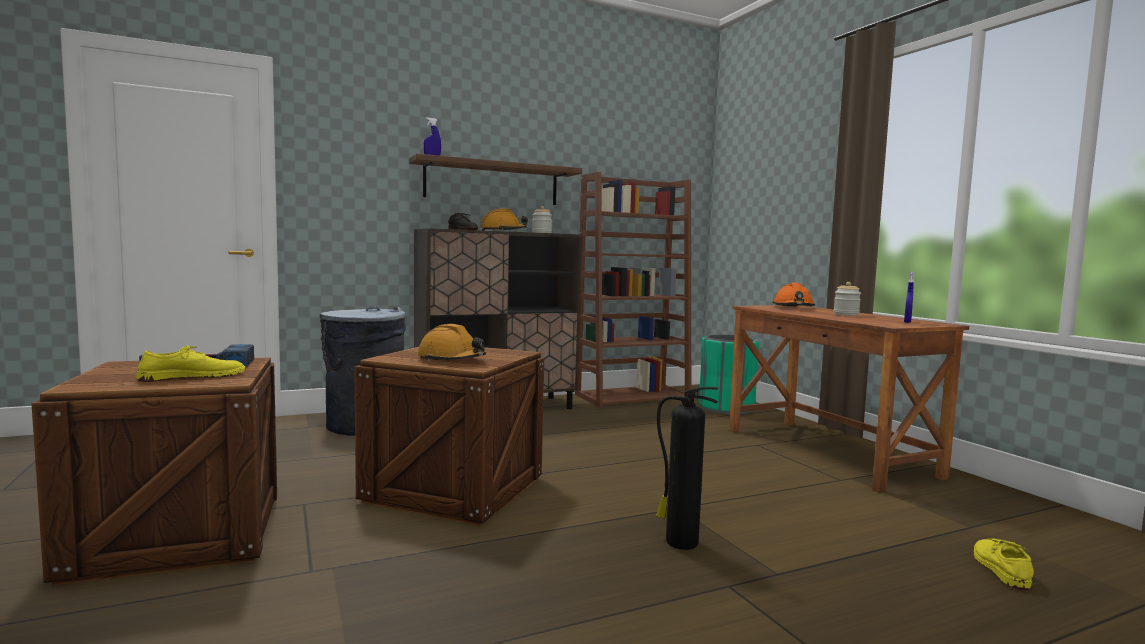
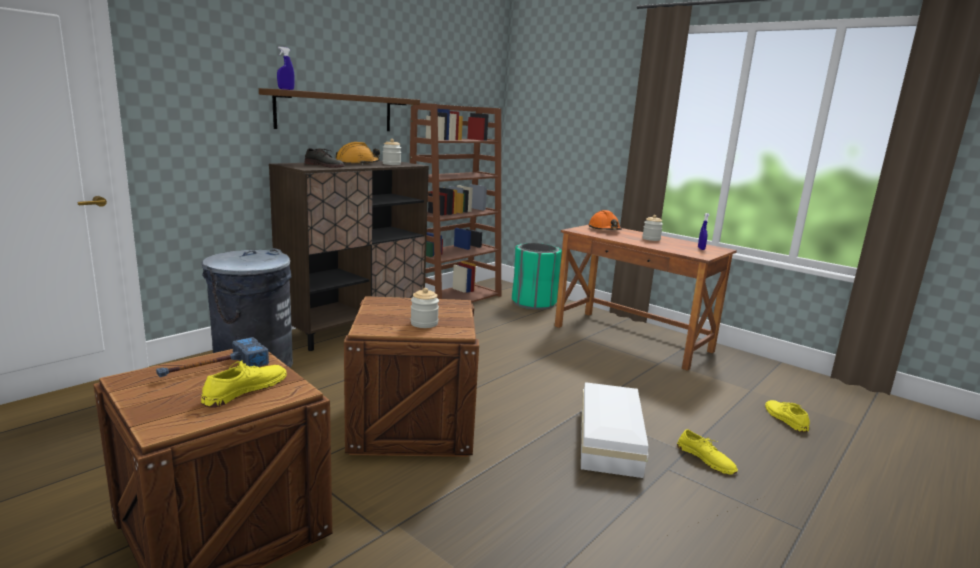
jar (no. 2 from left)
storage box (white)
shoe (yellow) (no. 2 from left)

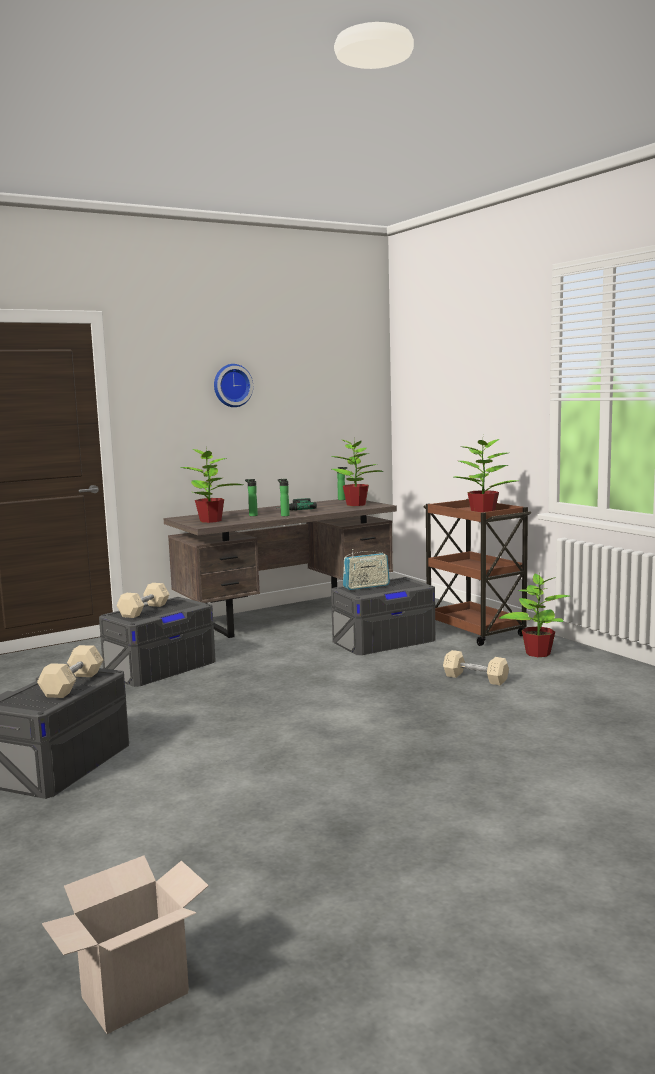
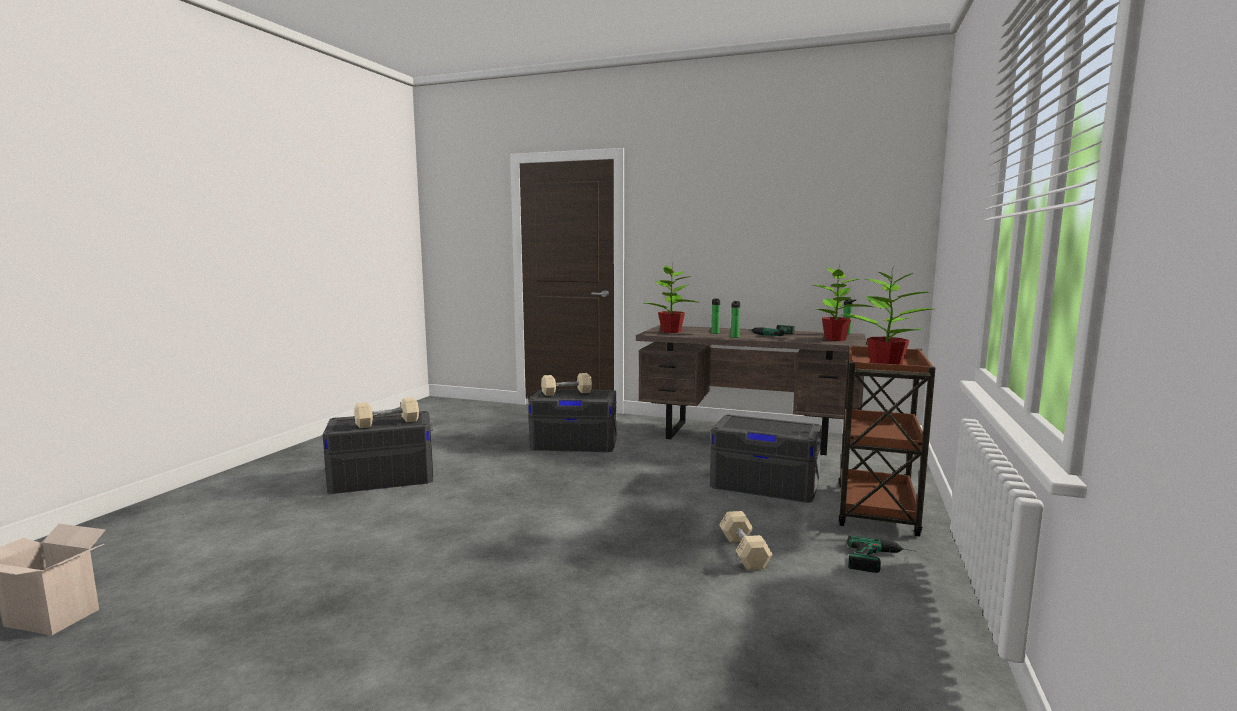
wall clock
radio
power drill (no. 2 from left)

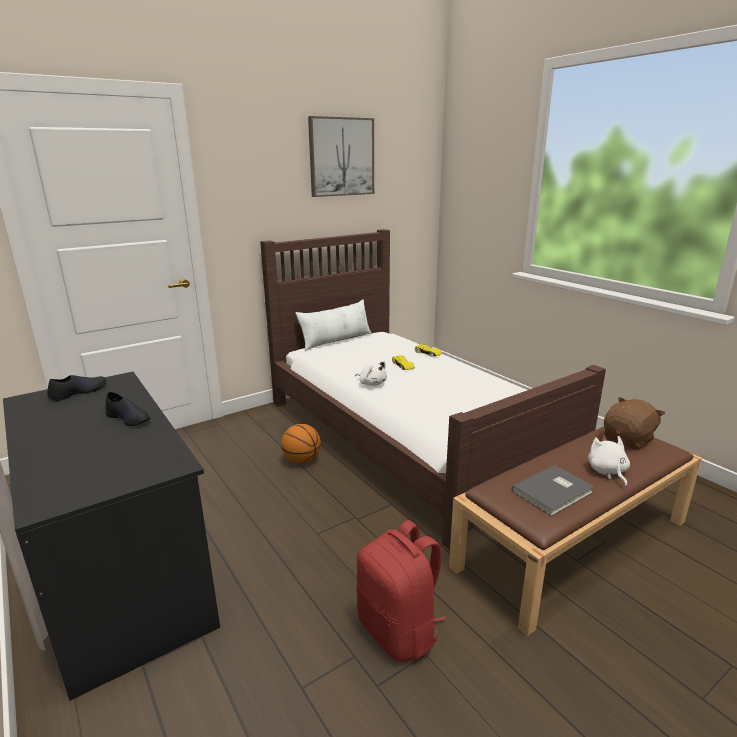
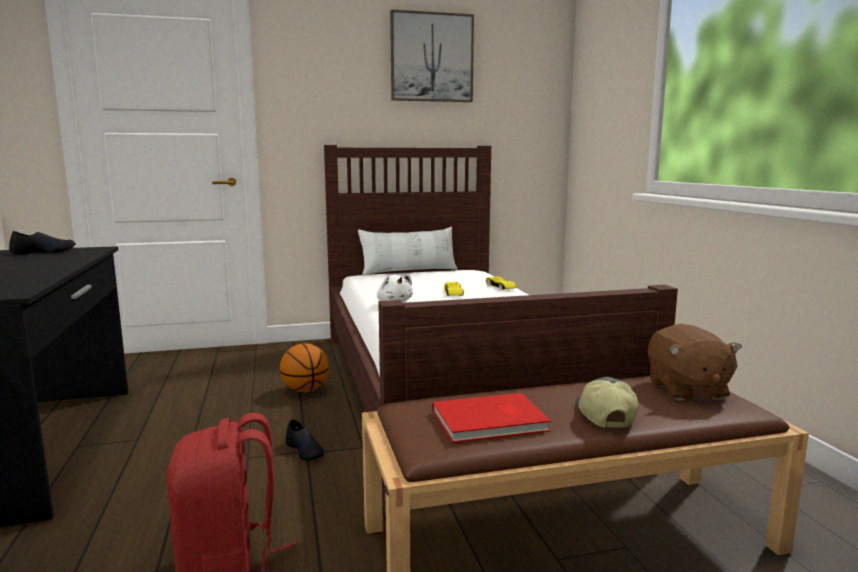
shoe (black) (no. 2 from left)
book (red)
cap
plush toy (brown)

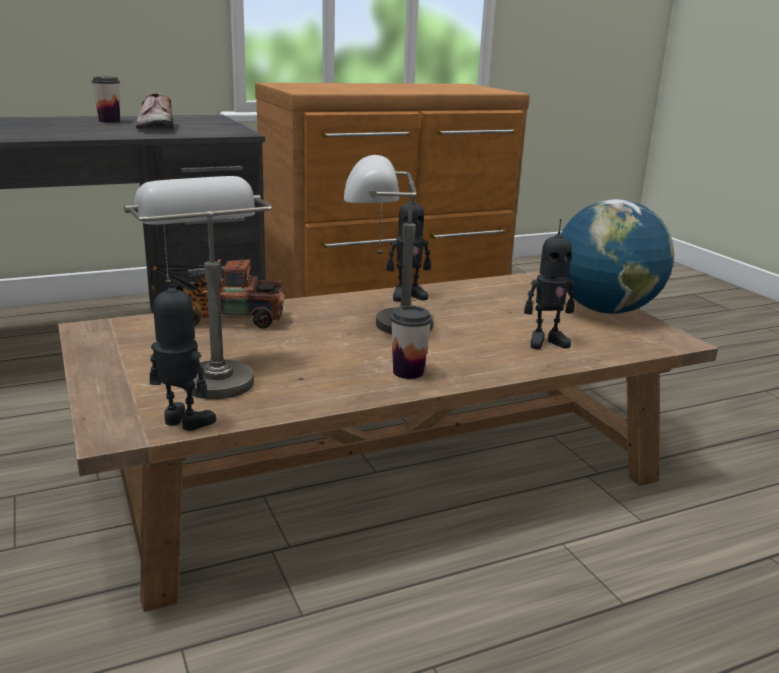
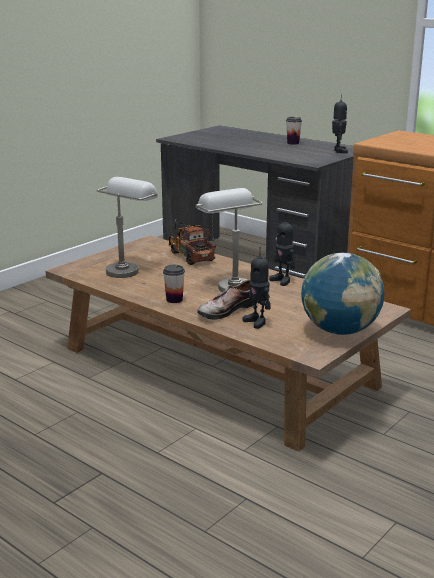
shoe
toy robot (no. 3 from left)

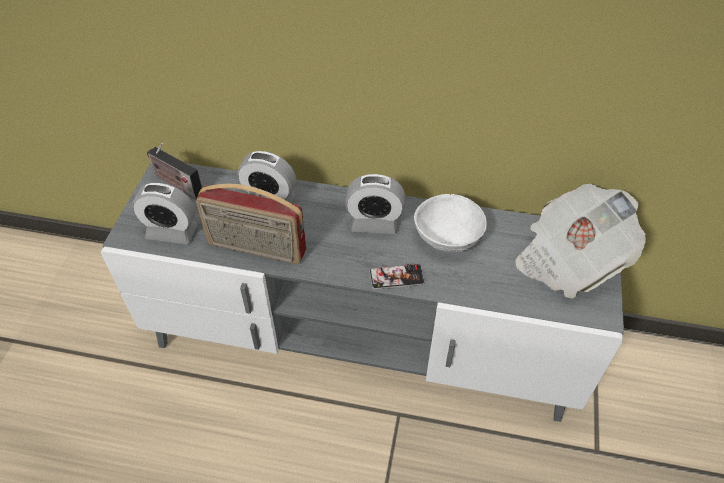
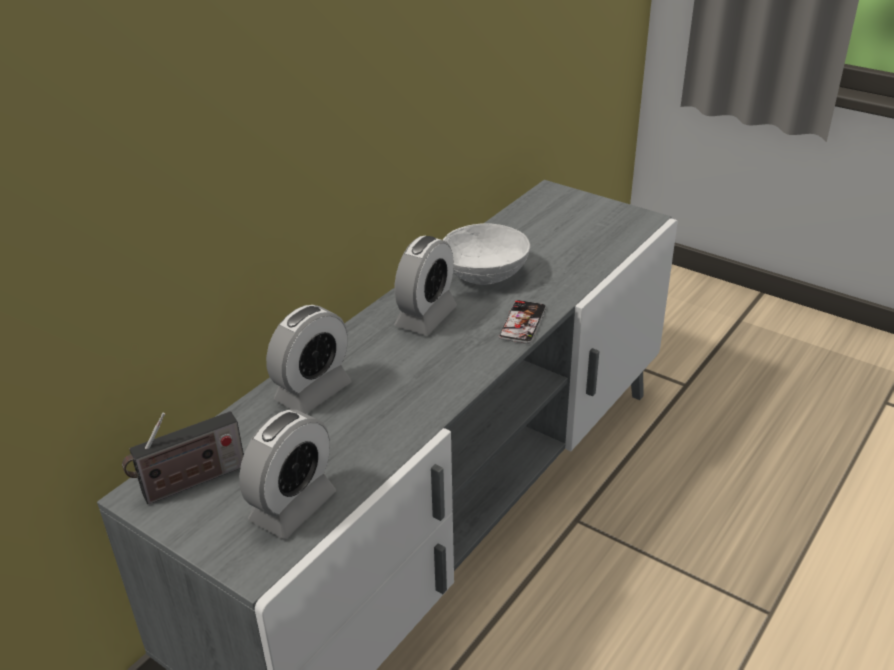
radio (no. 2 from left in the first image)
newspaper

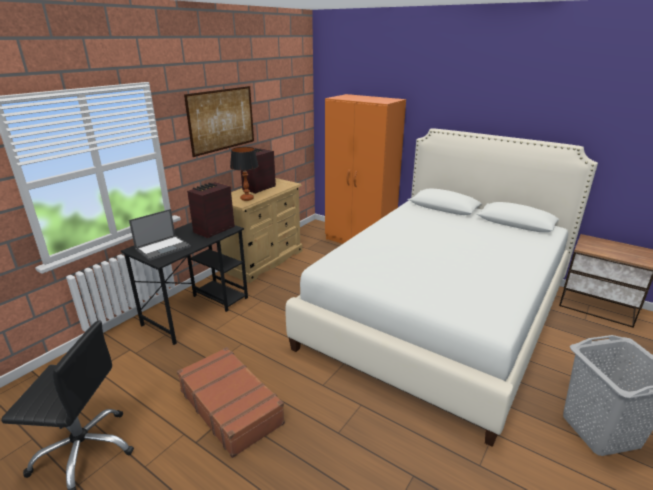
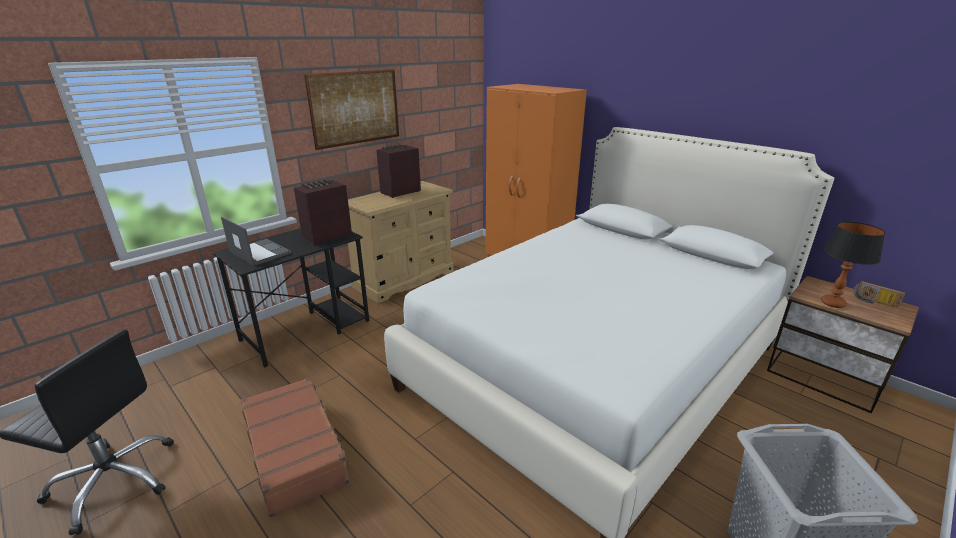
laptop
table lamp
radio (no. 3 from left)

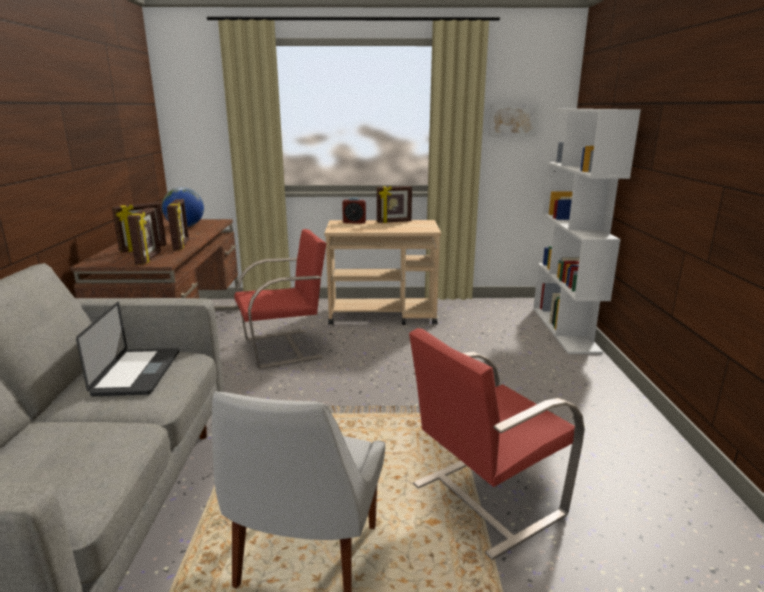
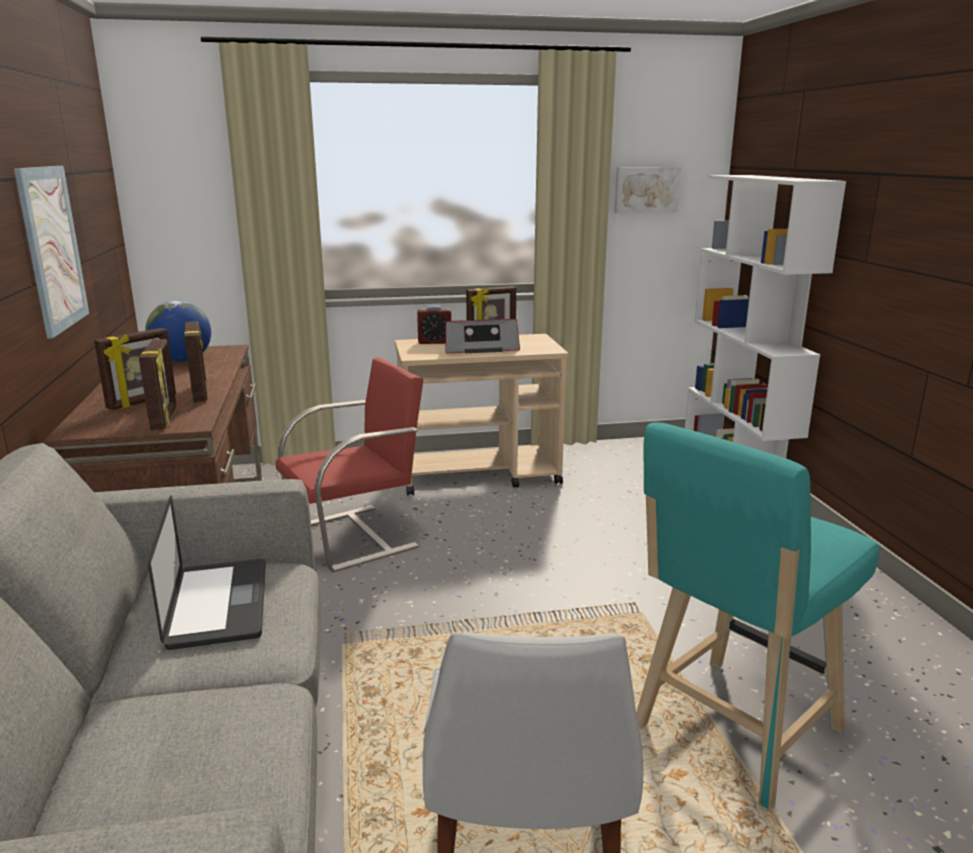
stool (turquoise)
picture (no. 1 from left)
radio

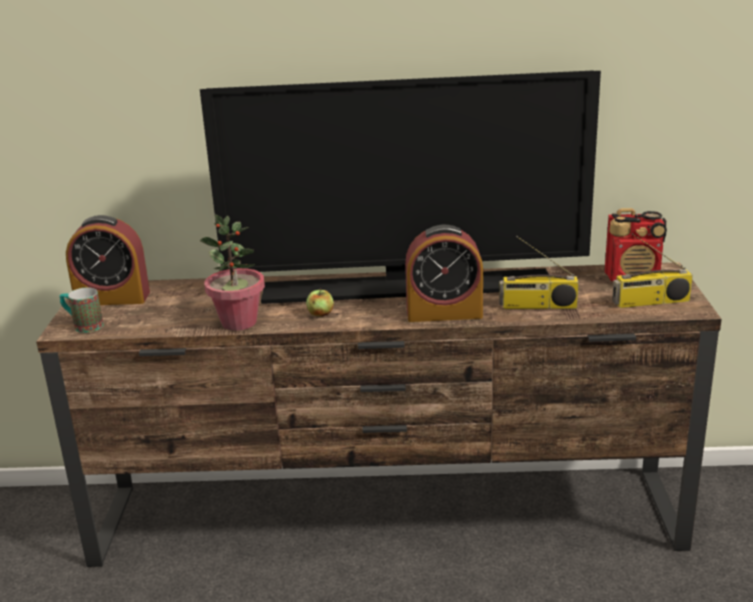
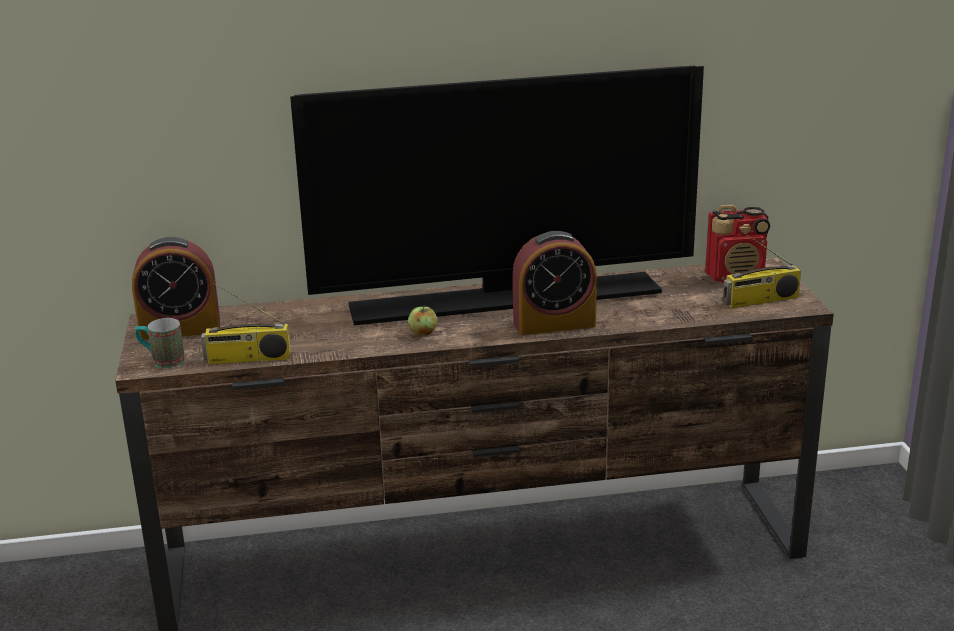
potted plant
radio (no. 1 from left)

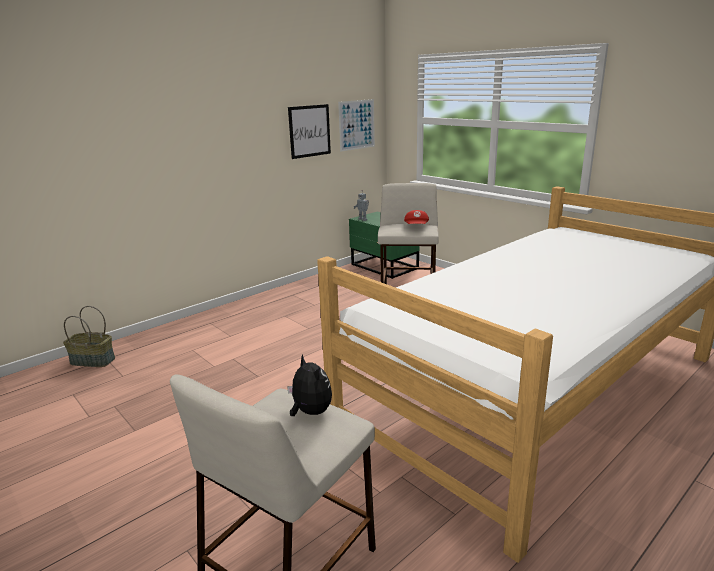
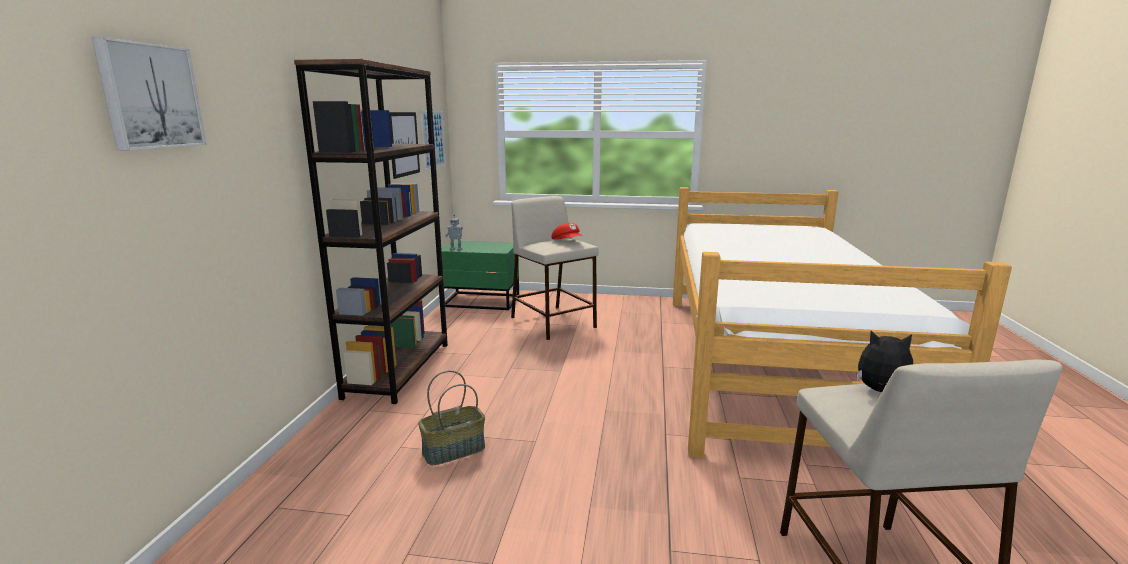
basket
picture (no. 1 from left)
bookcase (brown)

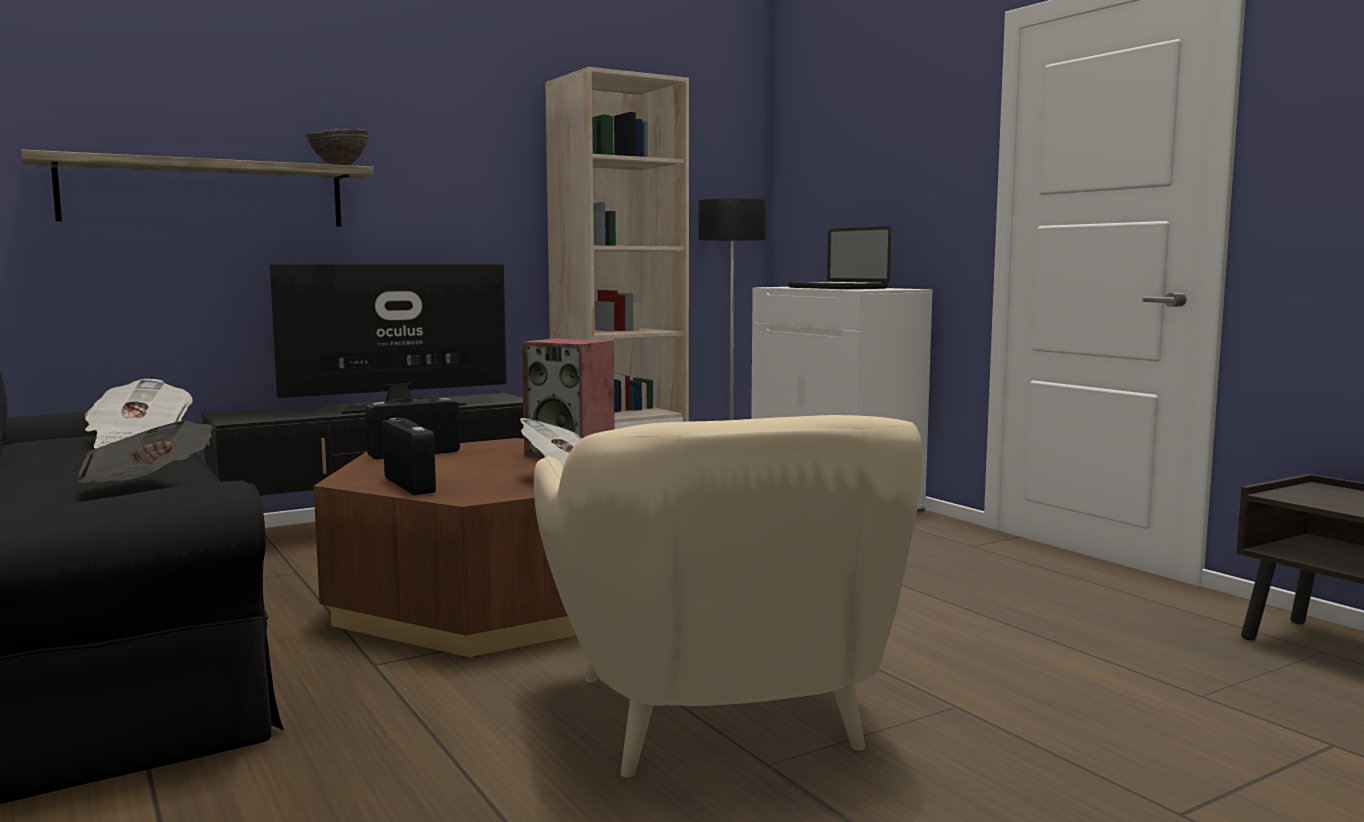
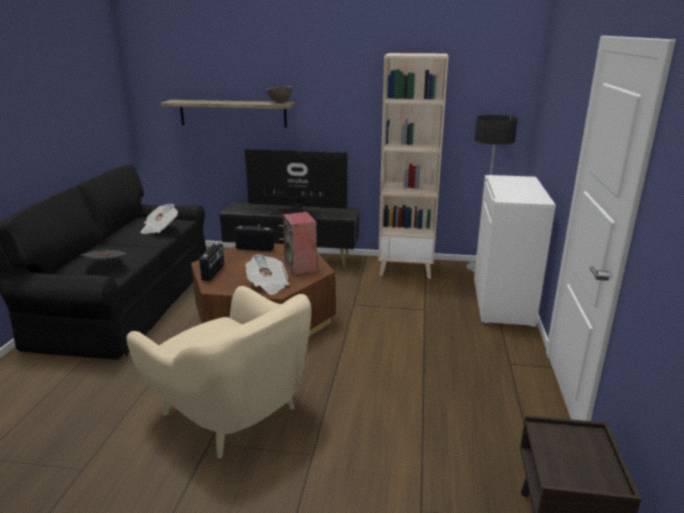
armchair (beige)
laptop

